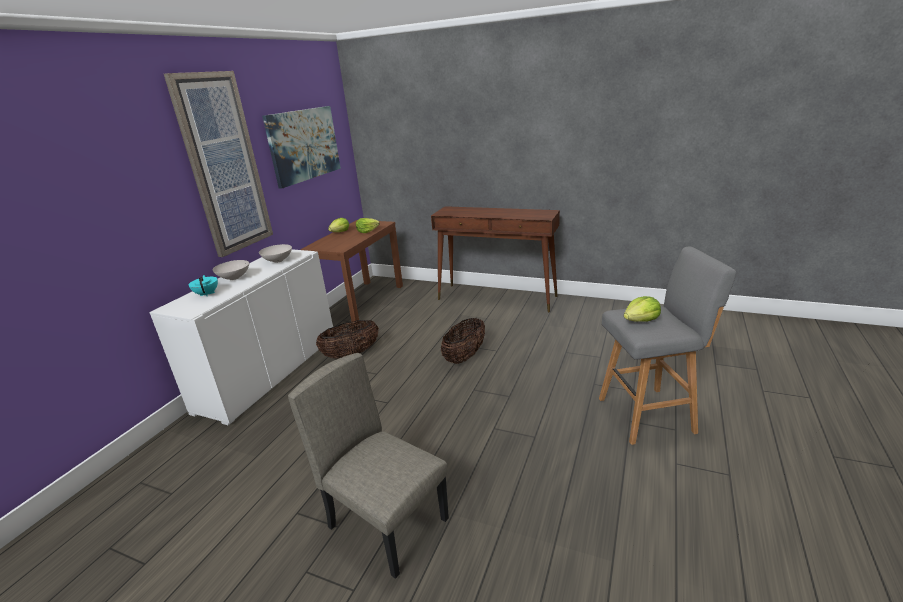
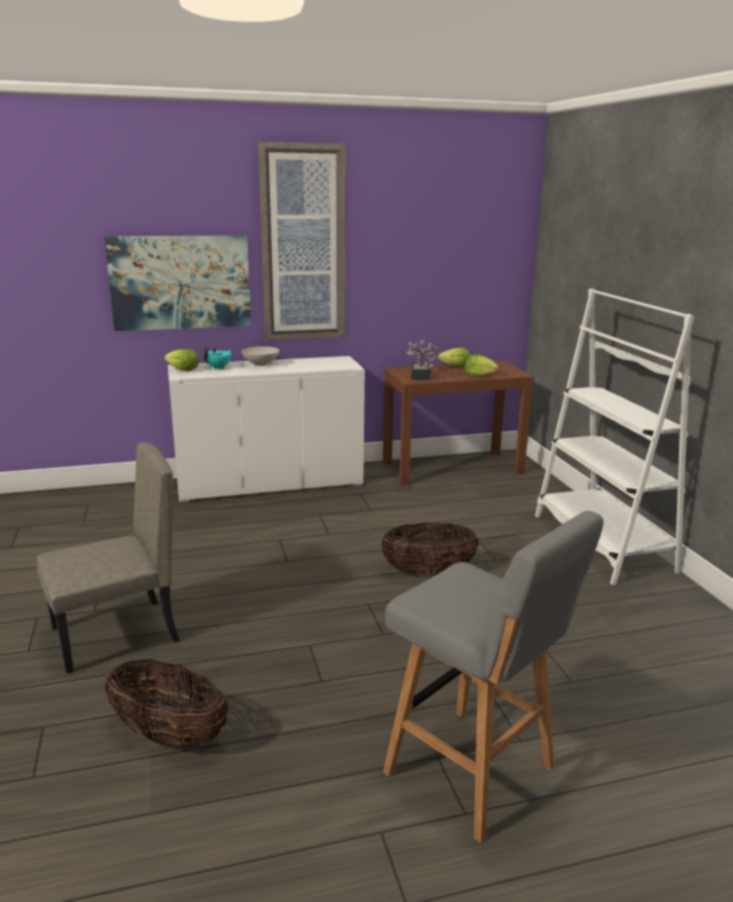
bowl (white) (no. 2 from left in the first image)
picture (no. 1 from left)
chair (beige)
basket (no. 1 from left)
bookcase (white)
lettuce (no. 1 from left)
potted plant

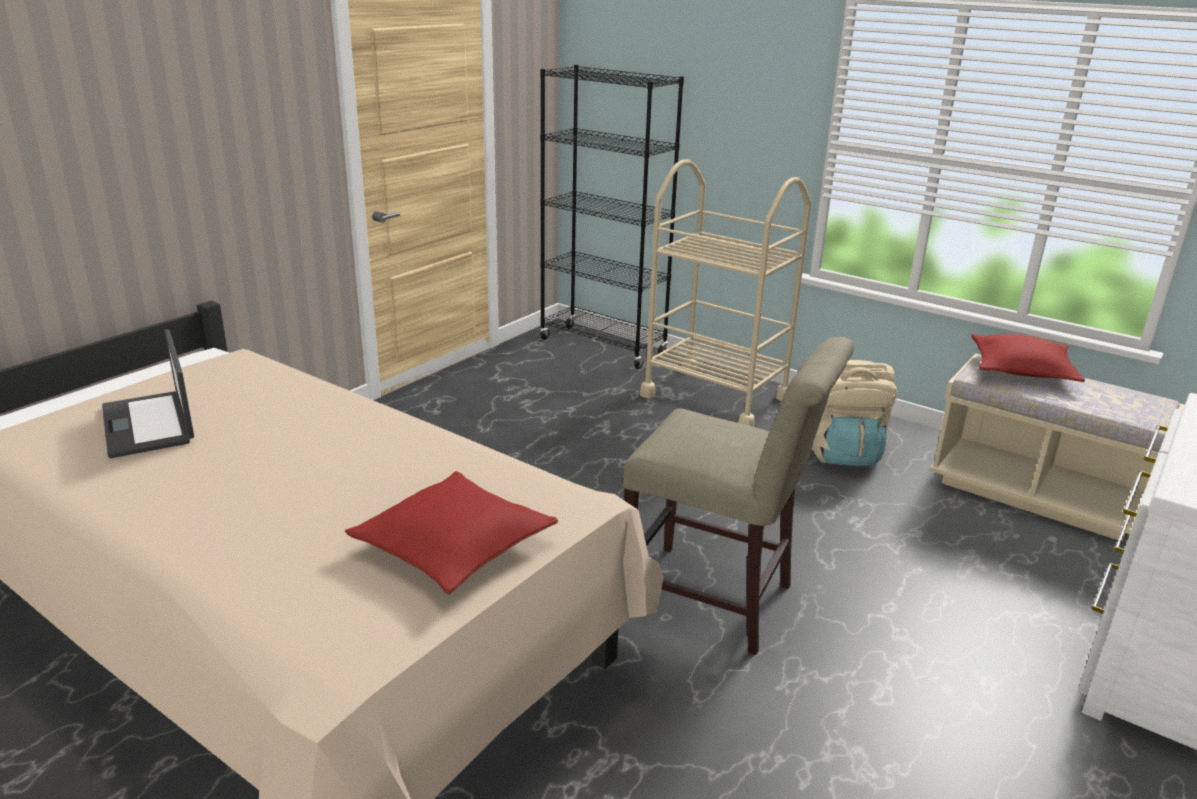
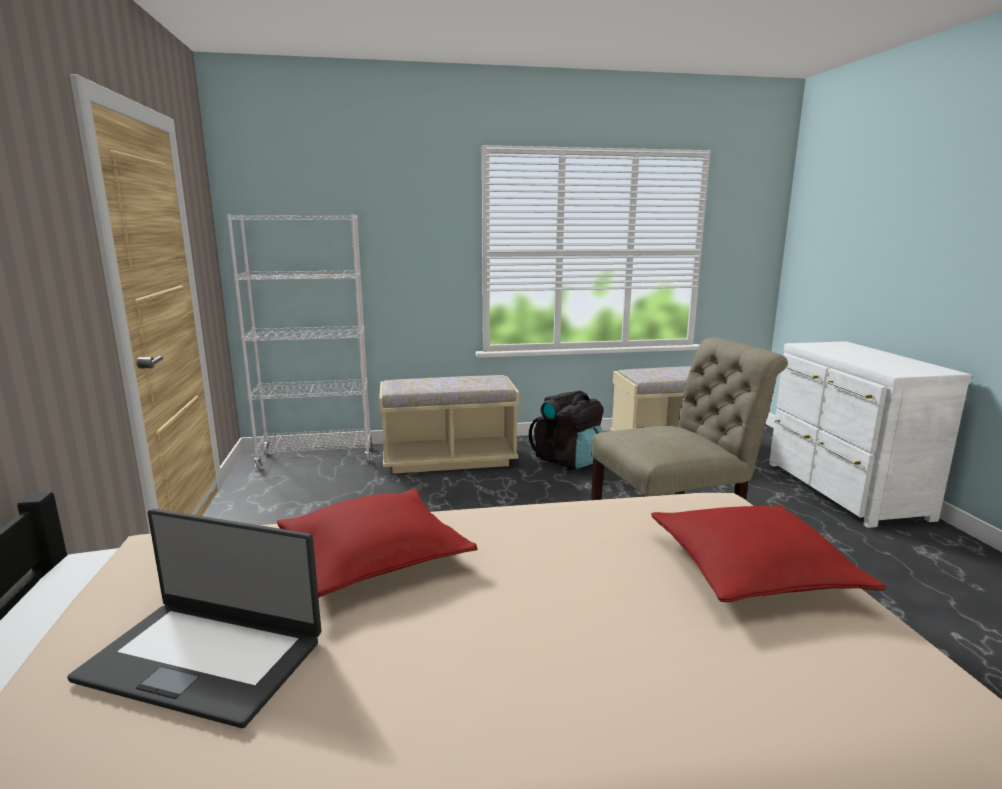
bookcase (white)
bench (beige) (no. 1 from left)
backpack (black)
pillow (red) (no. 1 from left)

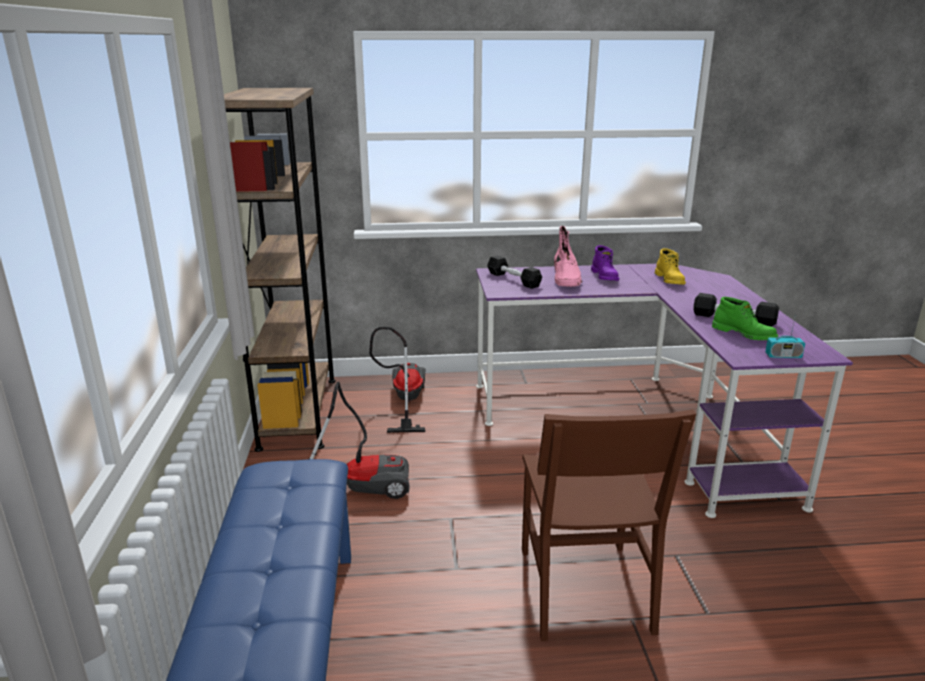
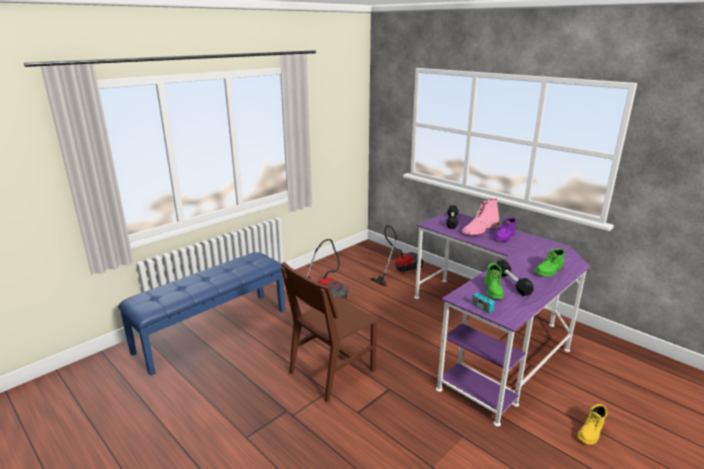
bookcase (brown)
boot (yellow)
boot (green) (no. 2 from left)

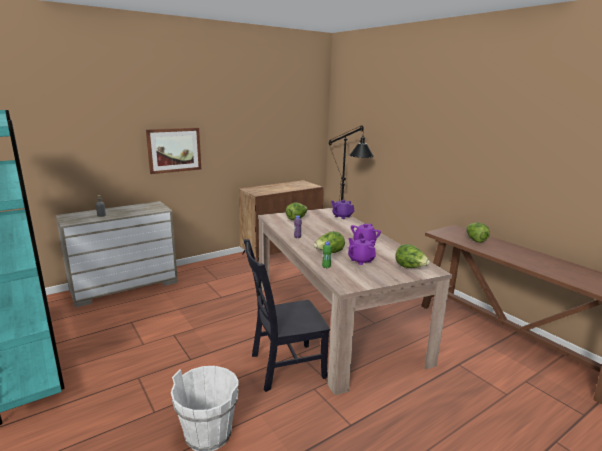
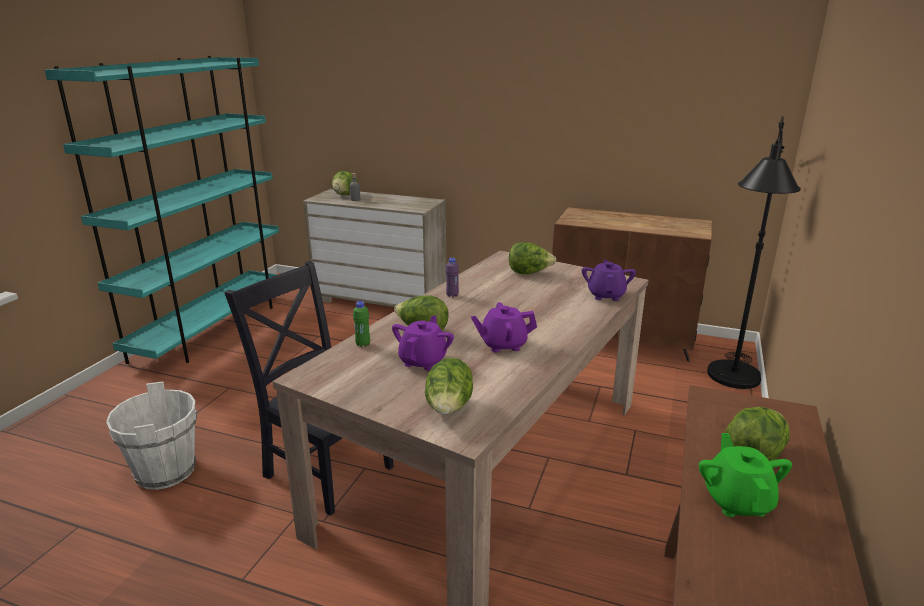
picture
lettuce (no. 1 from left)
teapot (green)

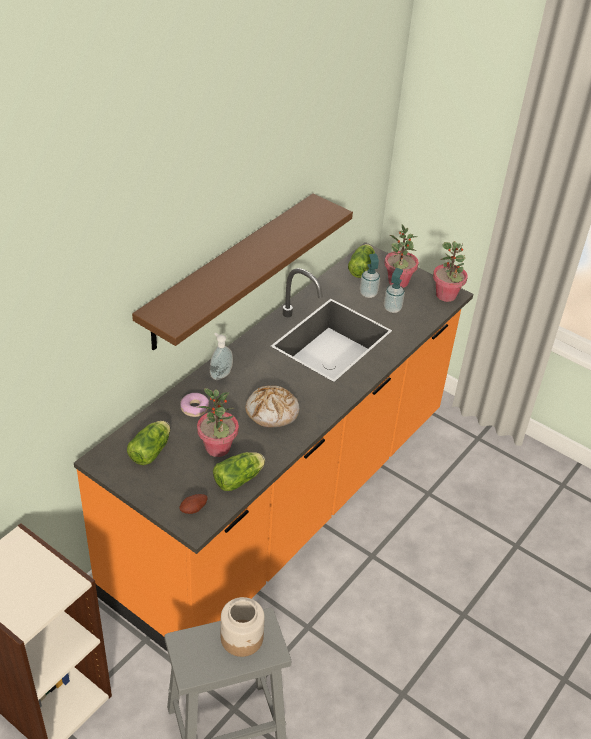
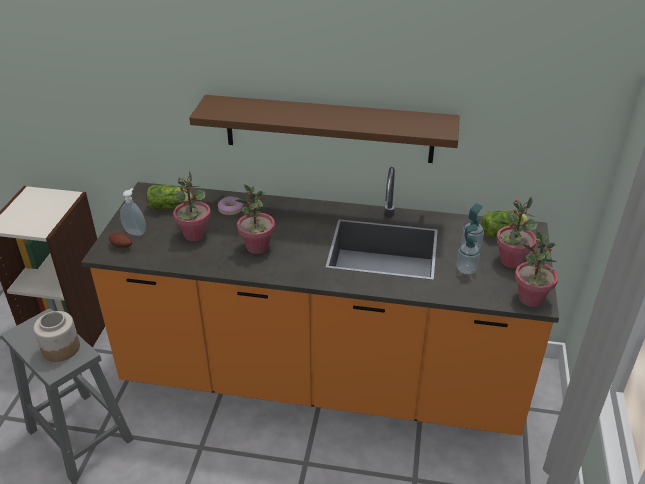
soap dispenser (no. 1 from left)
lettuce (no. 2 from left in the first image)
potted plant (no. 2 from left)

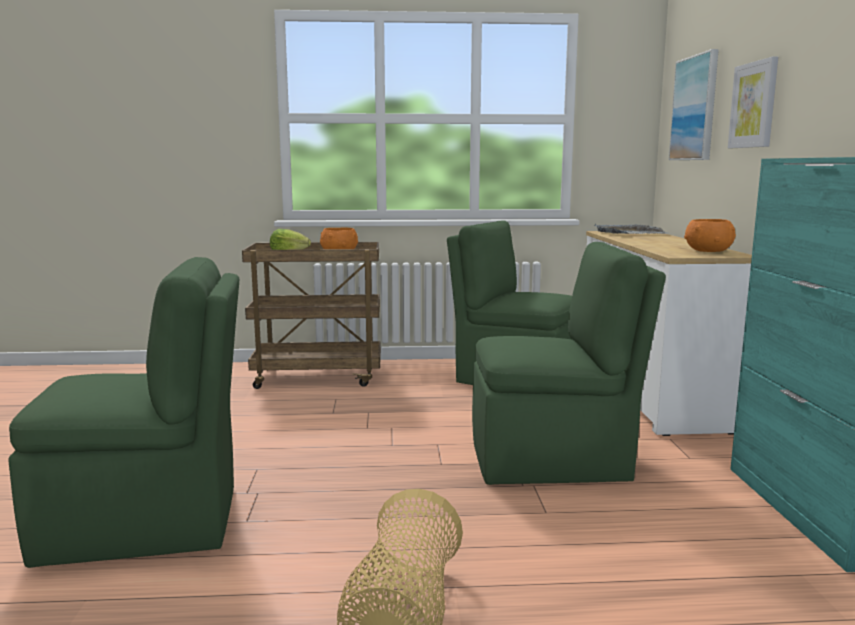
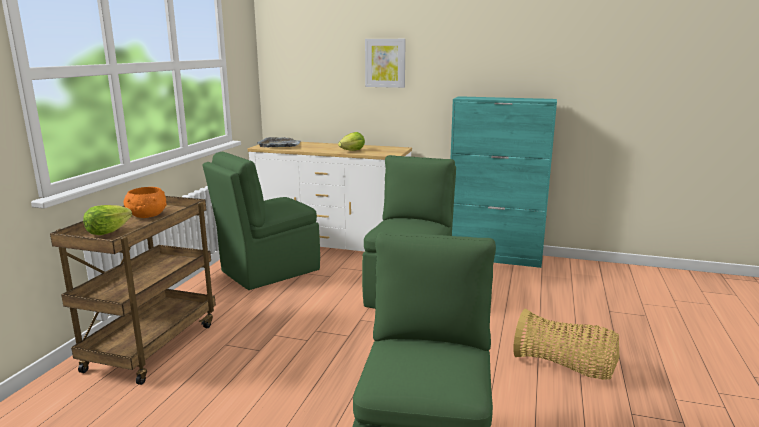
picture (no. 1 from left in the first image)
bowl (orange) (no. 2 from left in the first image)
lettuce (no. 2 from left)

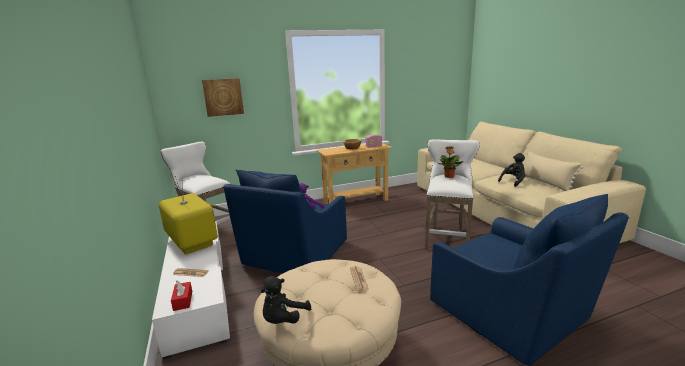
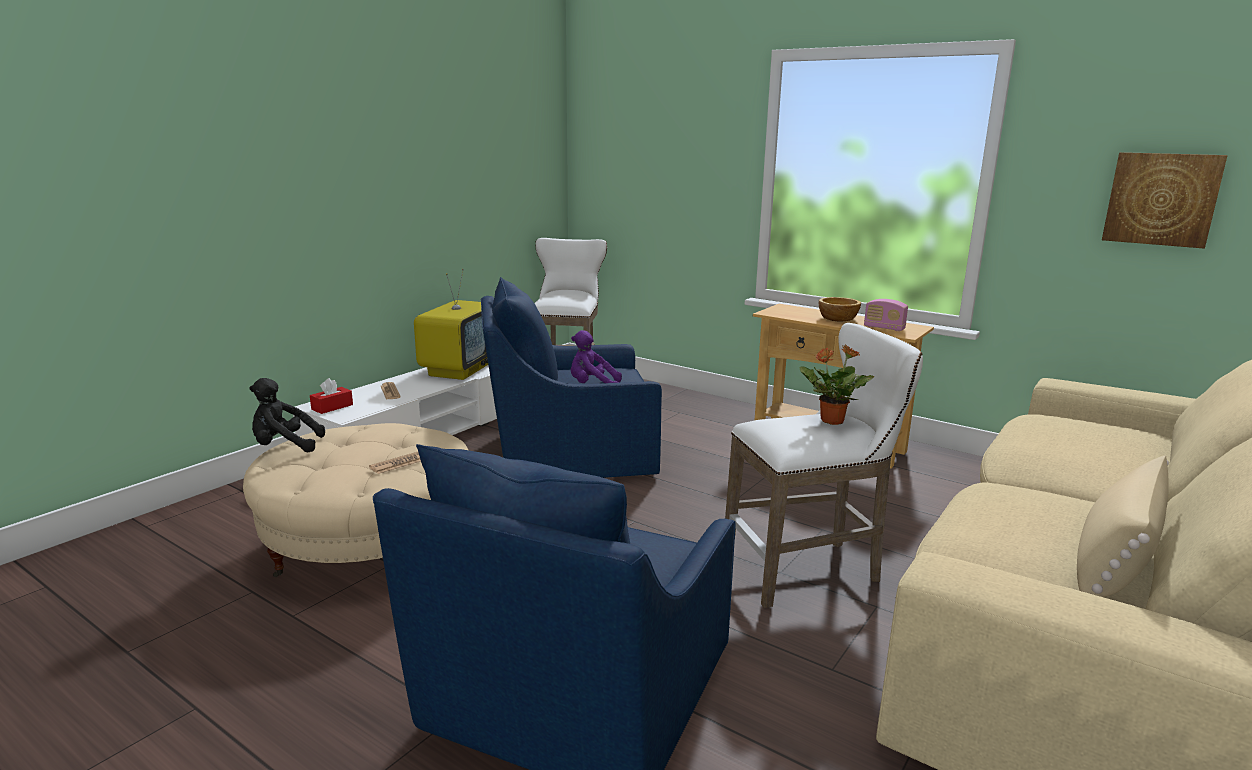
picture
plush toy (black) (no. 2 from left in the first image)

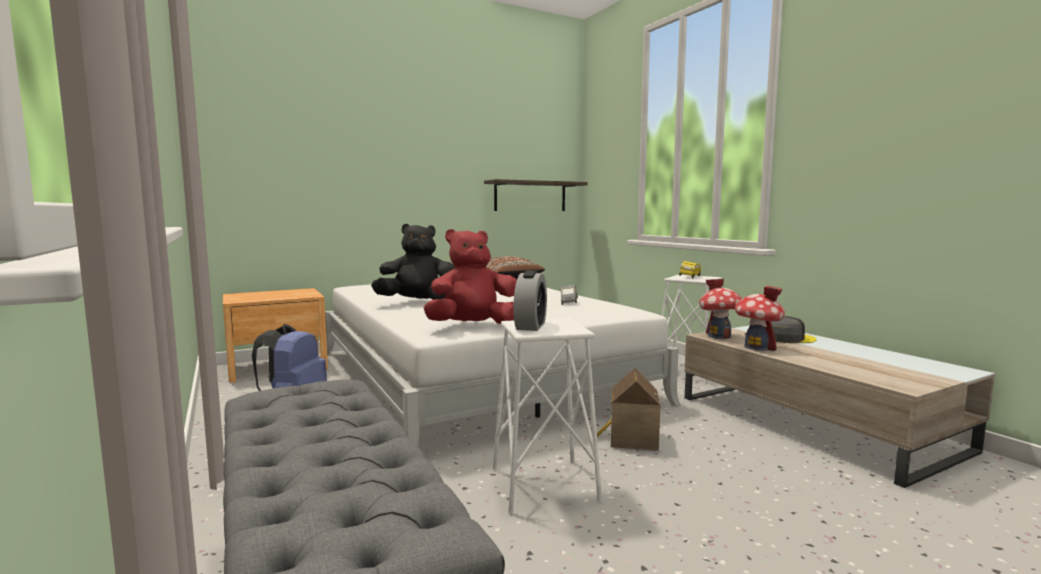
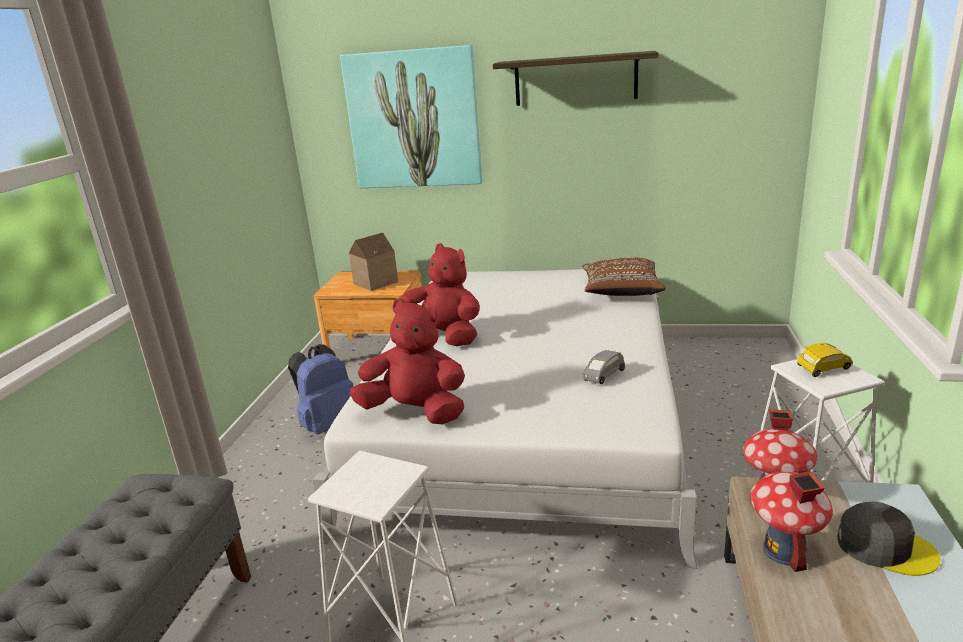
plush toy (red) (no. 2 from left)
shelf
alarm clock
toy house (no. 1 from left)
picture

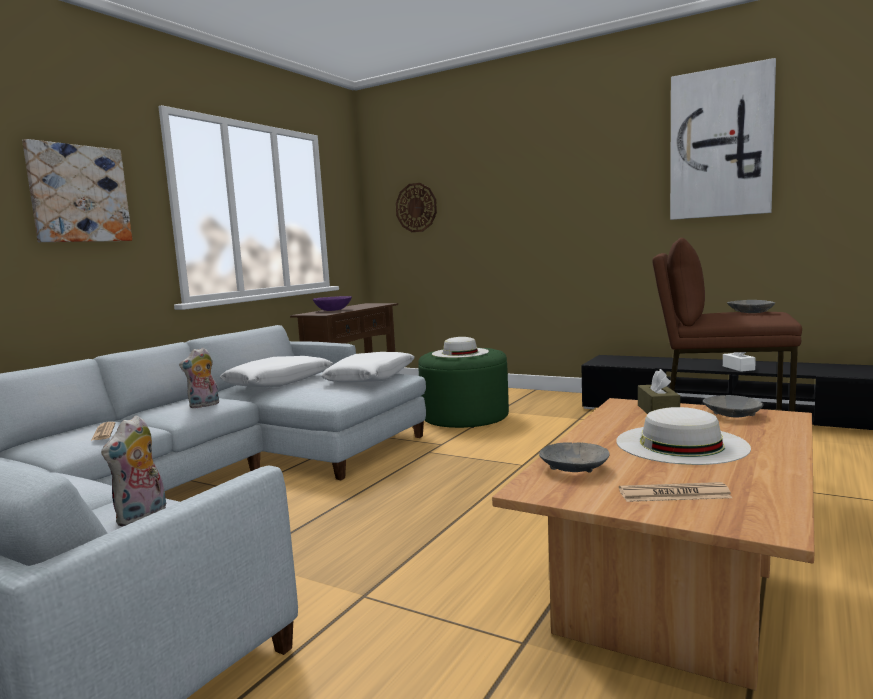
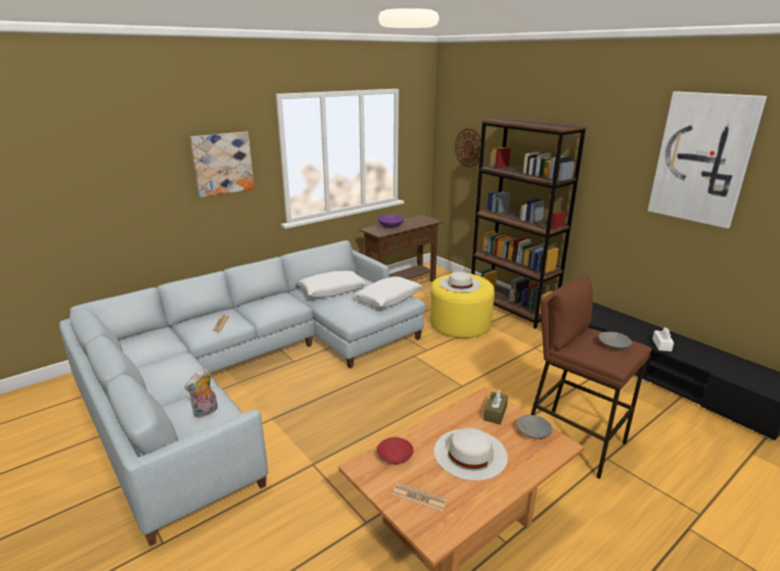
plush toy (no. 2 from left in the first image)
ottoman (yellow)
bowl (red)
bookcase (brown)

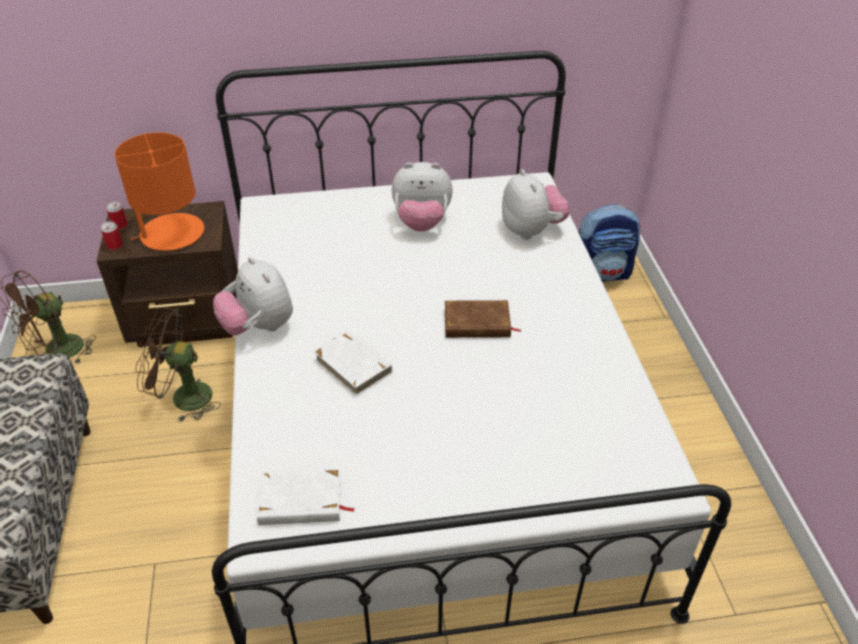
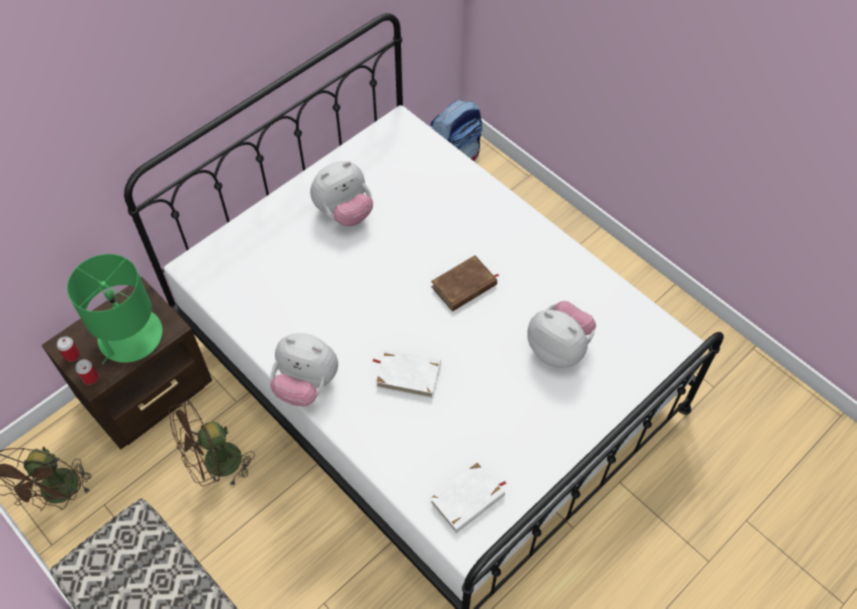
table lamp (green)
plush toy (no. 3 from left)

